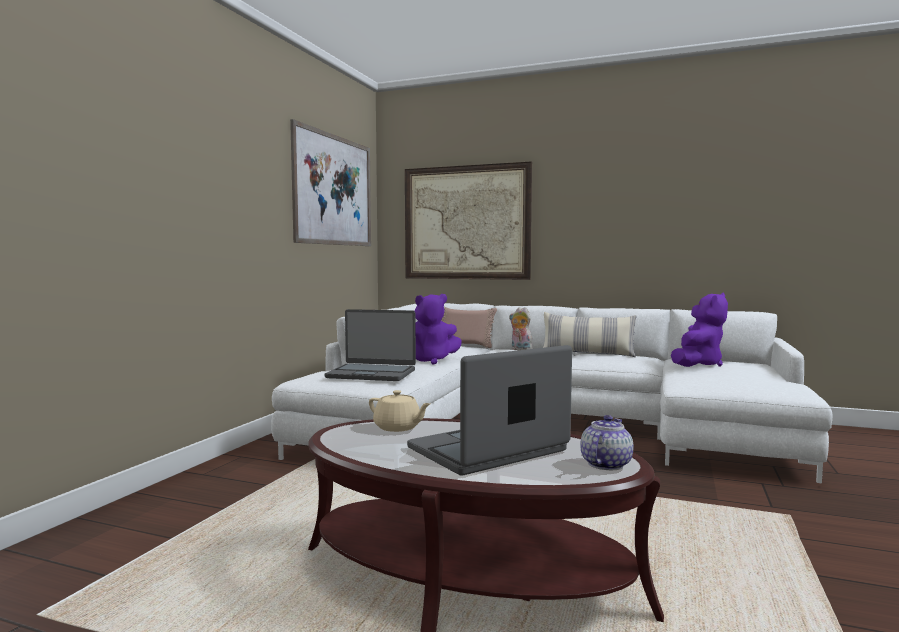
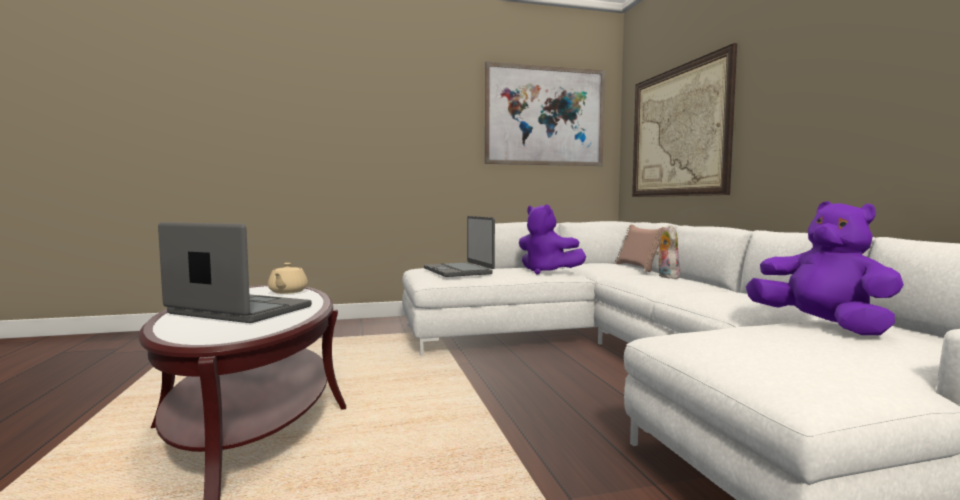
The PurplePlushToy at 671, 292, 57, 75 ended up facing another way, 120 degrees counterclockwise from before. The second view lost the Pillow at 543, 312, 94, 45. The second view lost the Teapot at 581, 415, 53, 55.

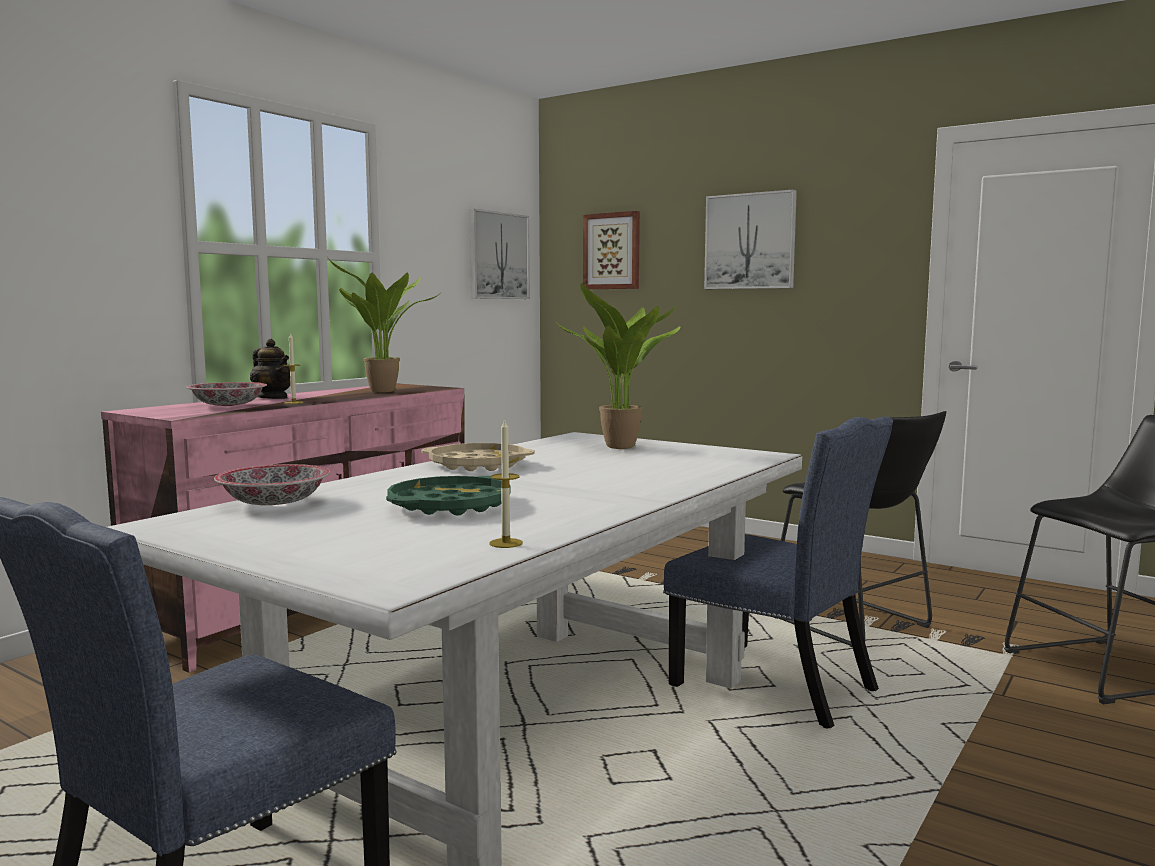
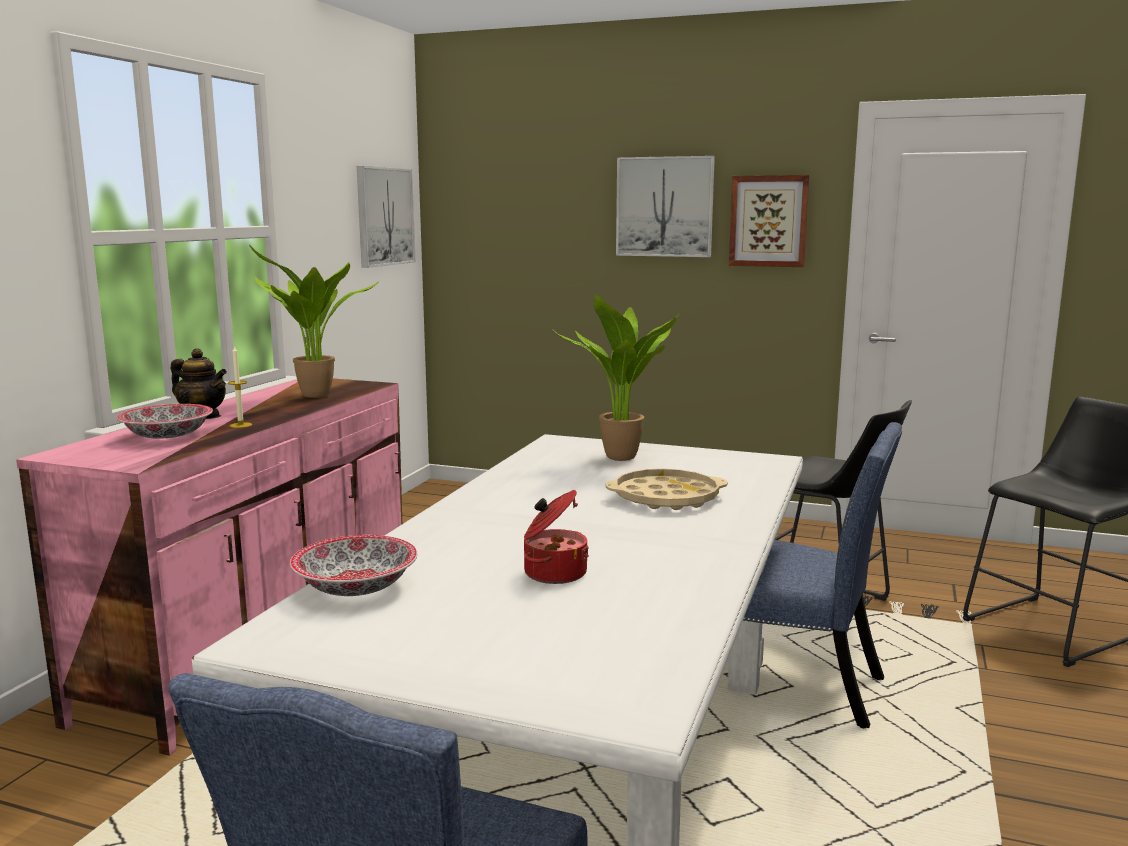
The Picture ended up elsewhere, having gone from 583, 211, 57, 78 to 729, 175, 81, 92. The second view lost the Candle at 489, 418, 34, 130. The BeigeTray ended up elsewhere, having gone from 421, 443, 114, 28 to 606, 469, 122, 41. Where the GreenTray stood at 386, 476, 115, 39, the CookingPot came to stand at 524, 490, 65, 94.

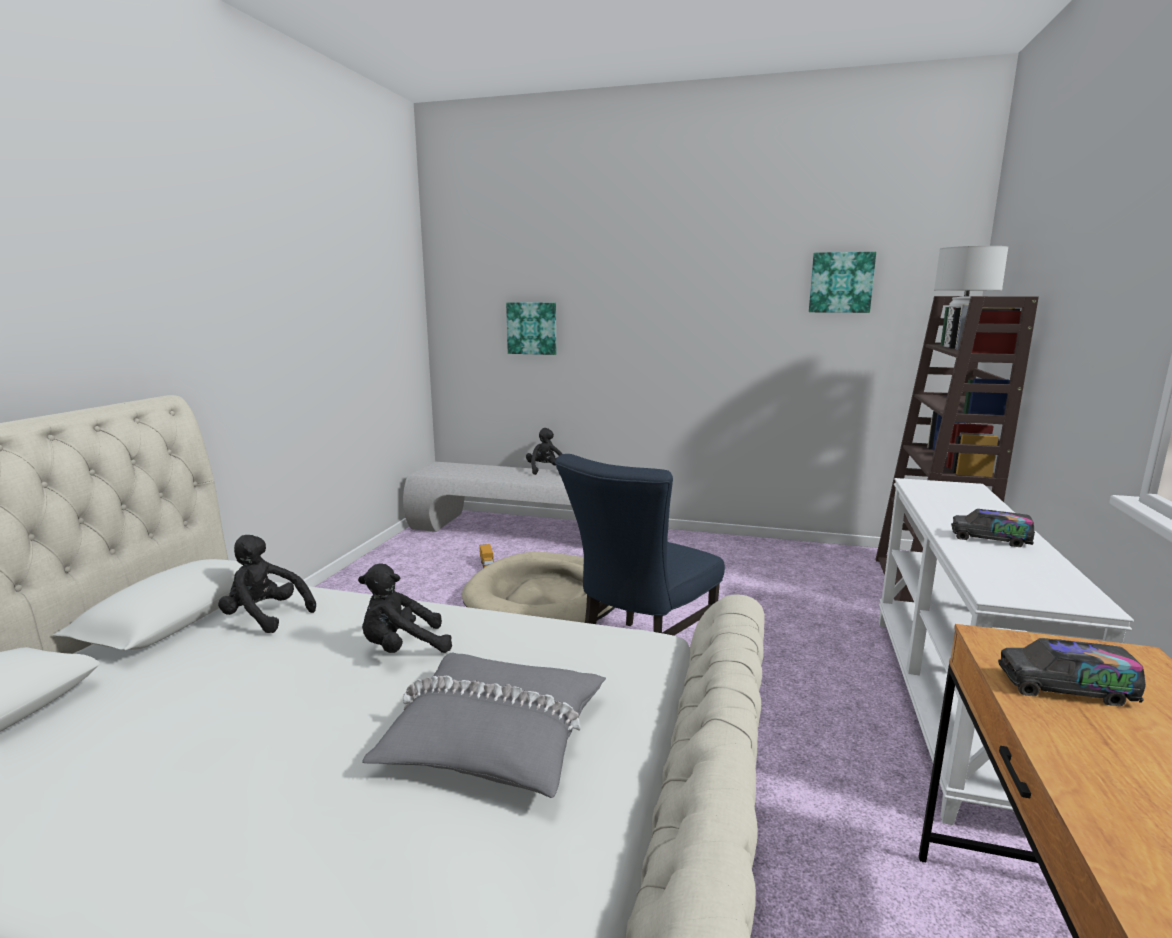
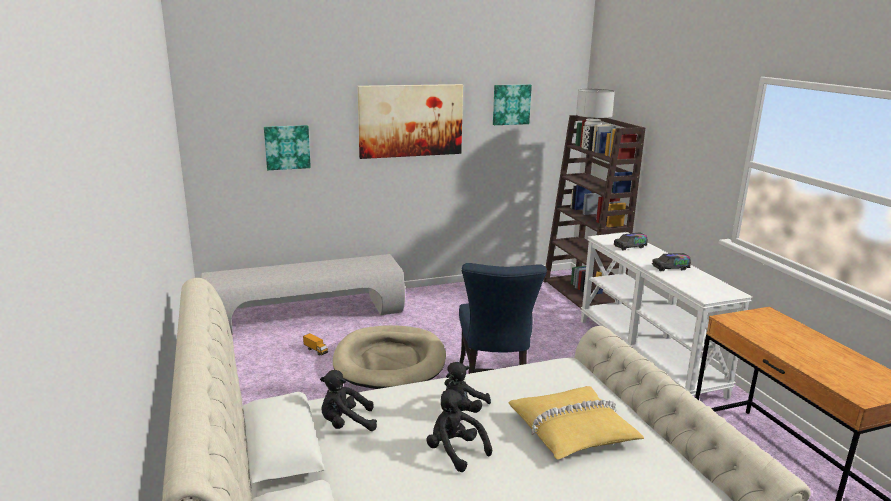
The BlackPlushToy ended up elsewhere, having gone from 526, 428, 36, 47 to 426, 389, 66, 83. The ToyTruck ended up elsewhere, having gone from 998, 638, 148, 68 to 613, 232, 35, 18. What was the GreyPillow at 362, 653, 244, 145 turned into the YellowPillow at 509, 386, 135, 74. The second view gained the Picture at 357, 84, 106, 75.

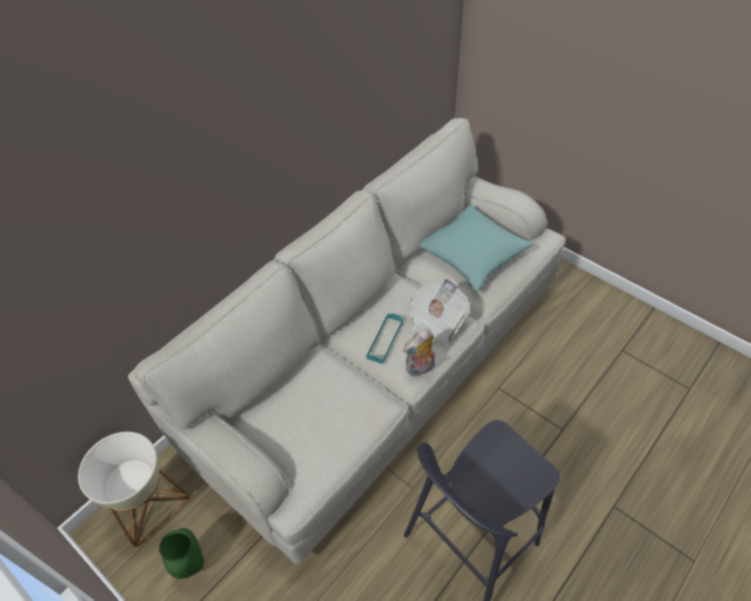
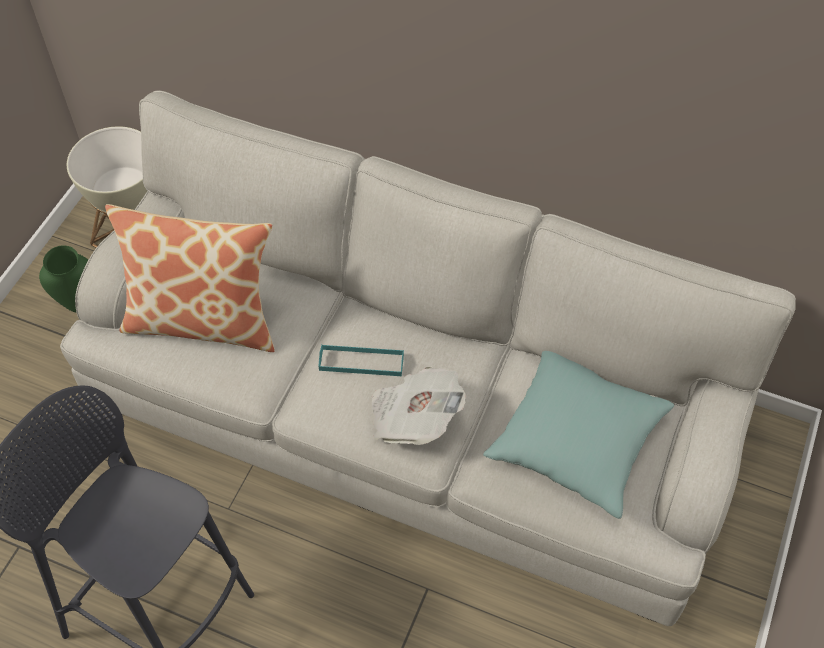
The second view lost the PlushToy at 403, 329, 32, 48. The second view gained the Pillow at 105, 204, 170, 148.

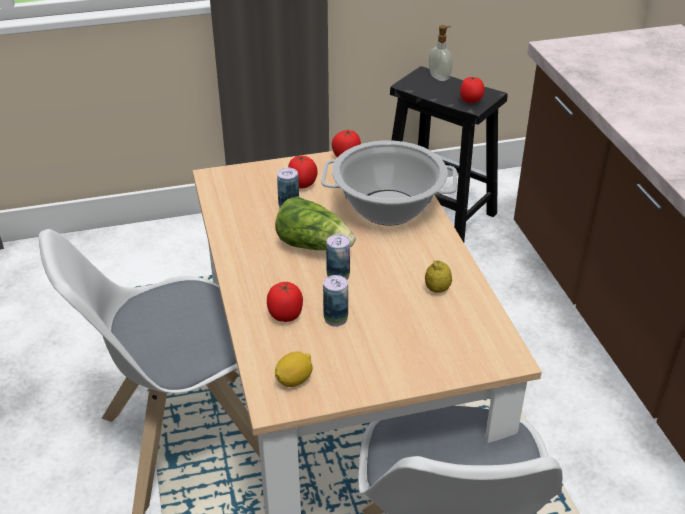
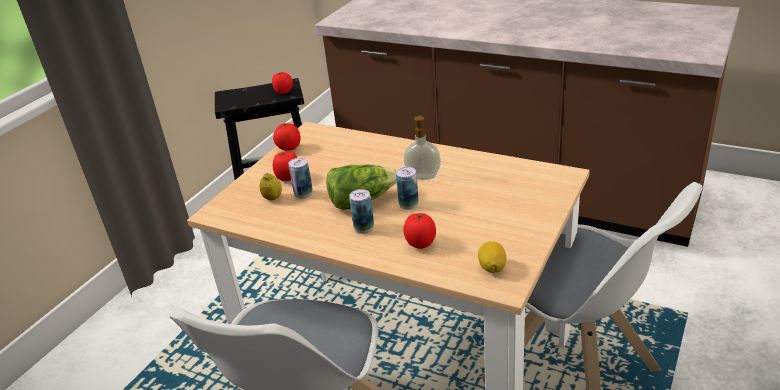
The SoapDispenser ended up elsewhere, having gone from 429, 25, 24, 56 to 404, 115, 37, 65. The second view lost the CookingPot at 321, 141, 136, 84. The Lemon ended up elsewhere, having gone from 425, 260, 27, 33 to 260, 173, 22, 27. The Can ended up elsewhere, having gone from 323, 275, 25, 52 to 349, 189, 25, 45.

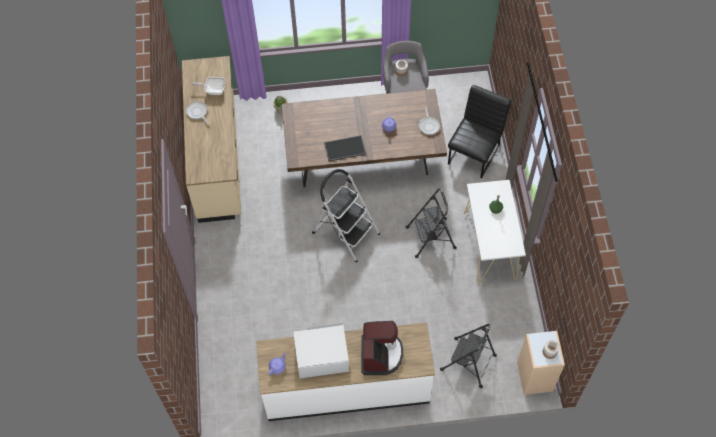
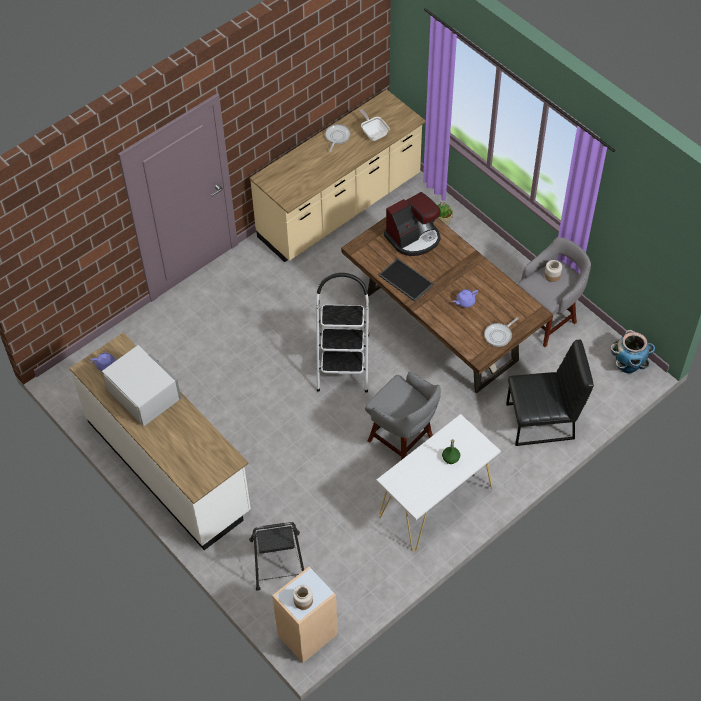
Where the BlackStepLadder stood at 406, 188, 51, 70, the GreyStool came to stand at 365, 372, 76, 88. The CoffeeMachine ended up elsewhere, having gone from 361, 321, 42, 54 to 384, 192, 56, 64. The second view gained the Planter at 611, 330, 44, 43.

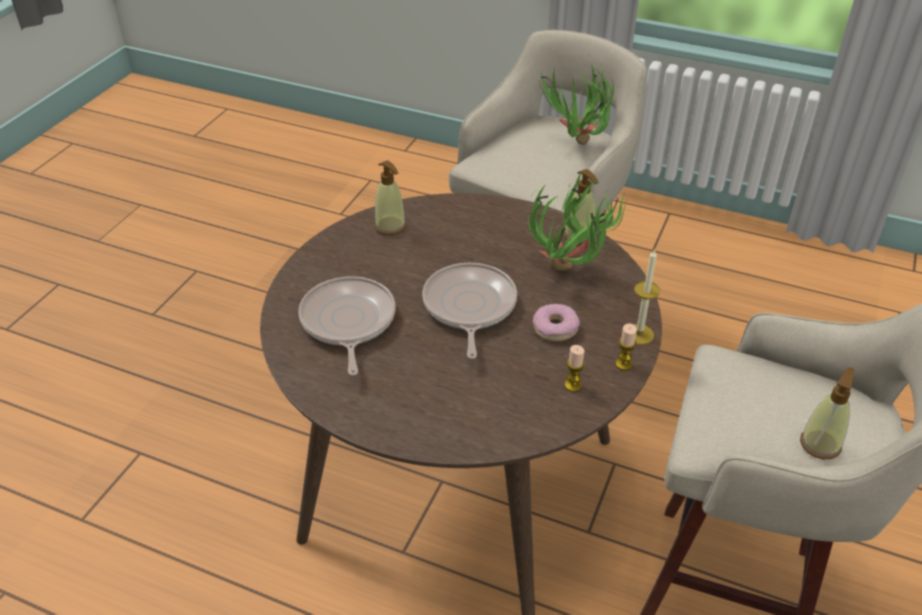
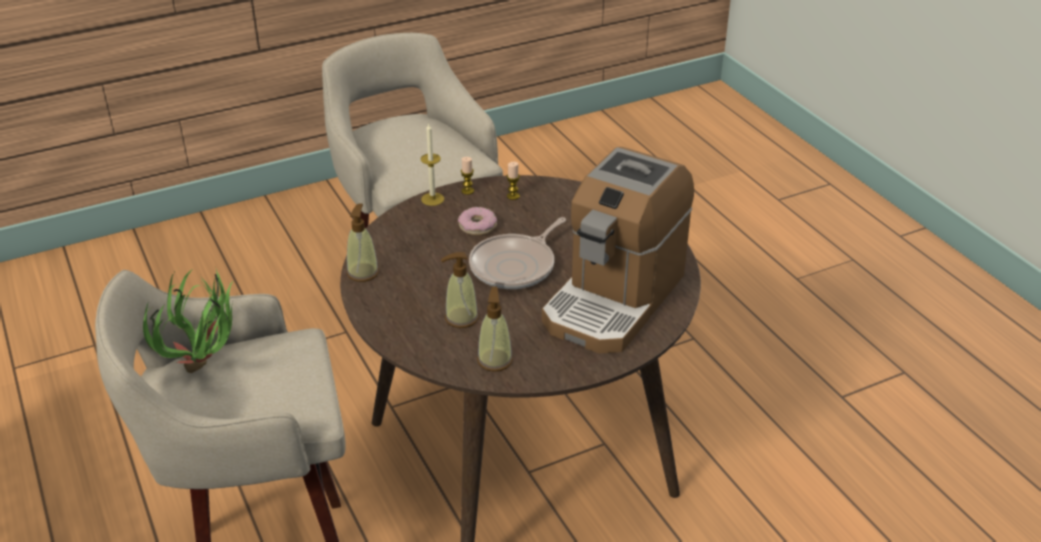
The second view lost the PottedPlant at 528, 171, 99, 100. Where the FryingPan stood at 298, 276, 97, 100, the CoffeeMachine came to stand at 542, 147, 152, 207. The SoapDispenser ended up elsewhere, having gone from 800, 367, 54, 92 to 441, 252, 38, 76.

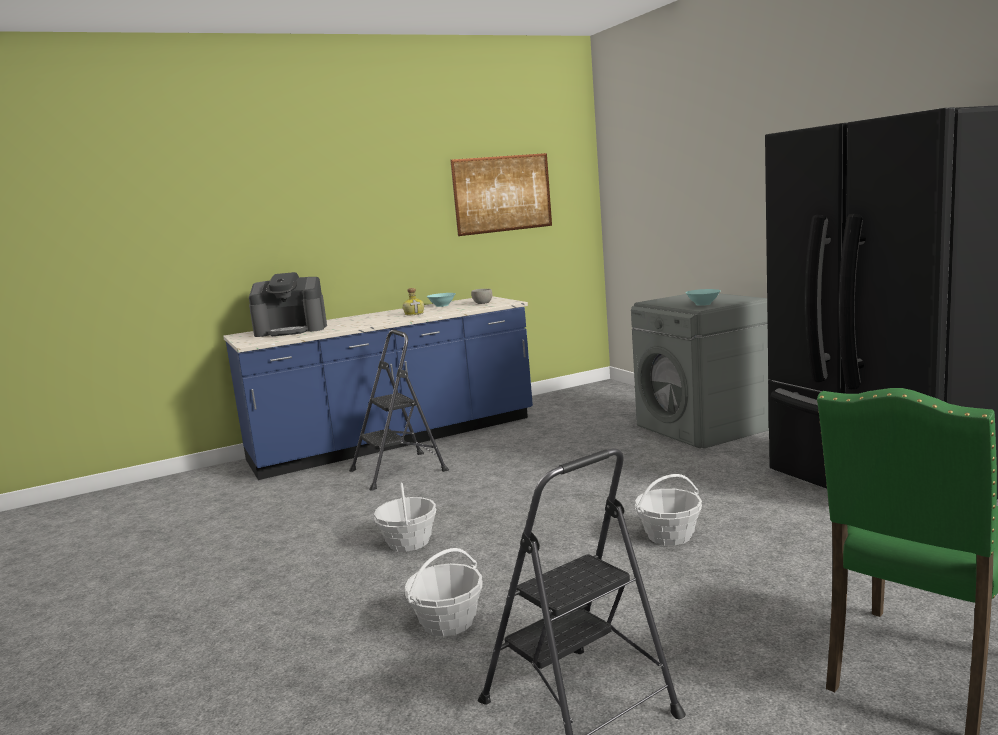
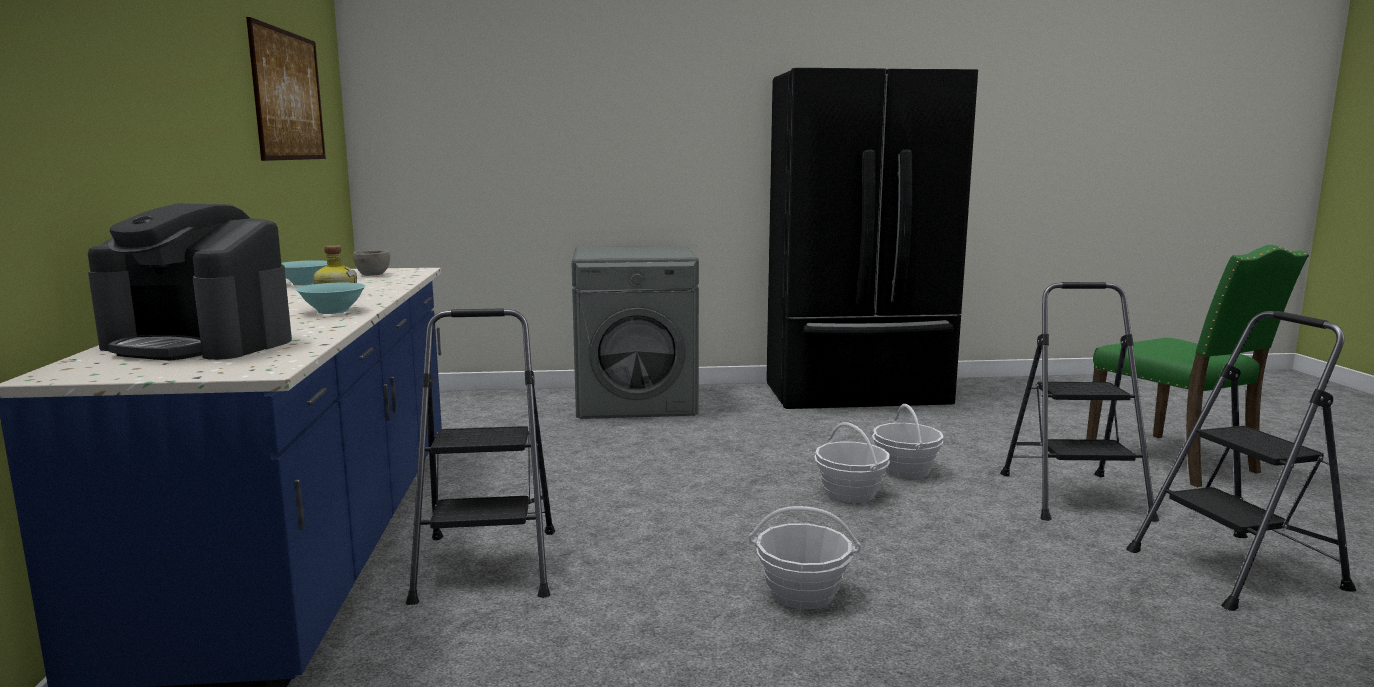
The CoffeeMachine at 249, 272, 78, 65 ended up facing another way, 90 degrees clockwise from before. The TurquoiseBowl ended up elsewhere, having gone from 685, 289, 36, 17 to 296, 283, 70, 31. The Basket ended up elsewhere, having gone from 405, 548, 78, 88 to 814, 422, 76, 81. The second view gained the BlackStepLadder at 1000, 282, 159, 240.

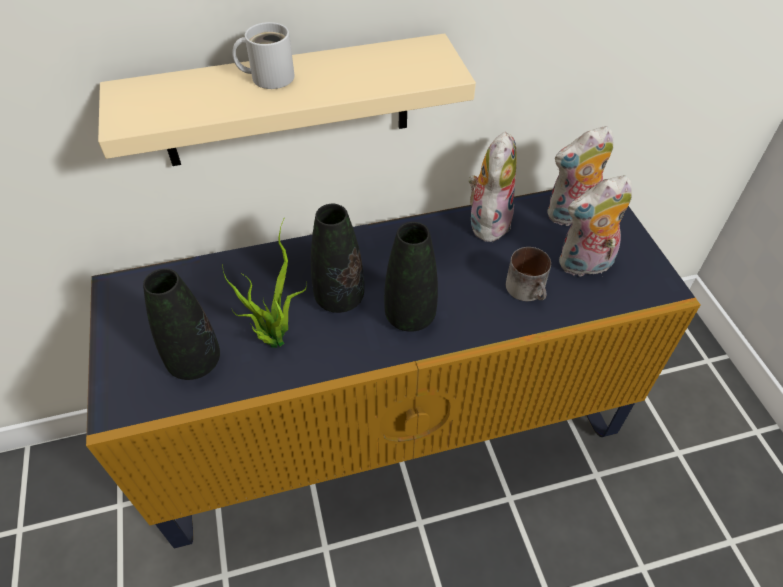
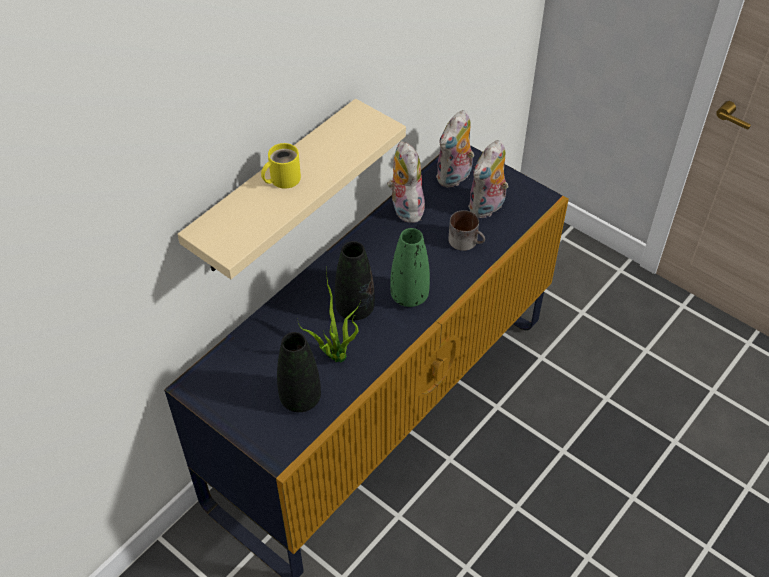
What was the WhiteMug at 232, 22, 63, 67 turned into the YellowMug at 261, 143, 40, 46. What was the BlackVase at 384, 222, 54, 110 turned into the GreenVase at 390, 228, 40, 79.

